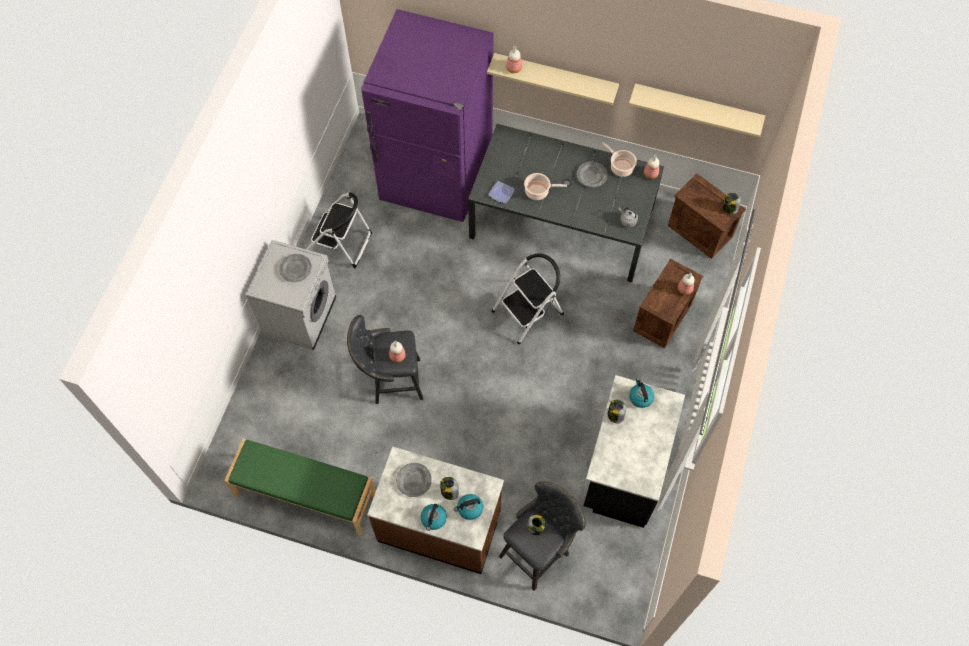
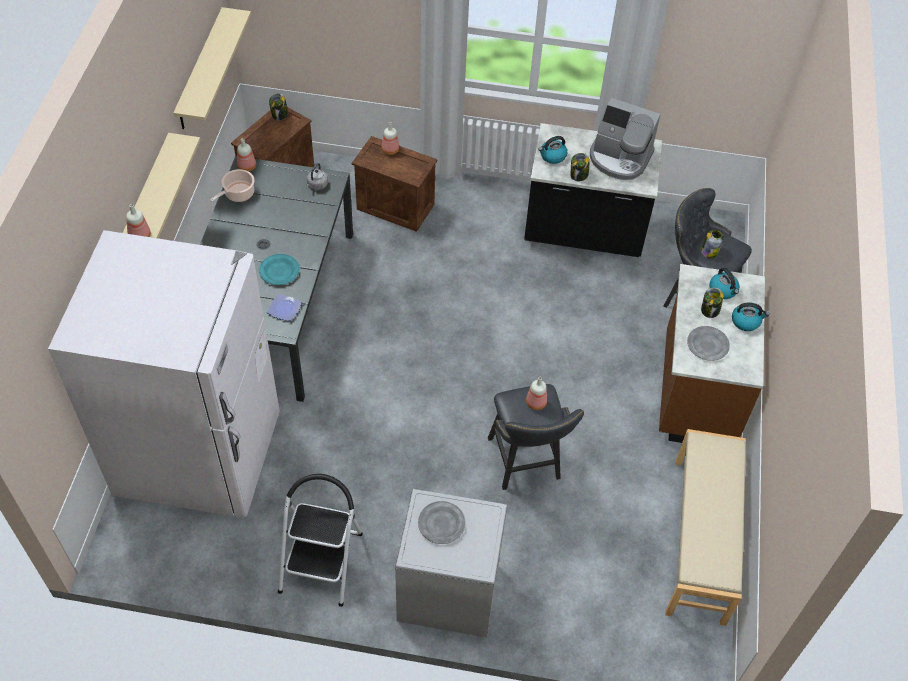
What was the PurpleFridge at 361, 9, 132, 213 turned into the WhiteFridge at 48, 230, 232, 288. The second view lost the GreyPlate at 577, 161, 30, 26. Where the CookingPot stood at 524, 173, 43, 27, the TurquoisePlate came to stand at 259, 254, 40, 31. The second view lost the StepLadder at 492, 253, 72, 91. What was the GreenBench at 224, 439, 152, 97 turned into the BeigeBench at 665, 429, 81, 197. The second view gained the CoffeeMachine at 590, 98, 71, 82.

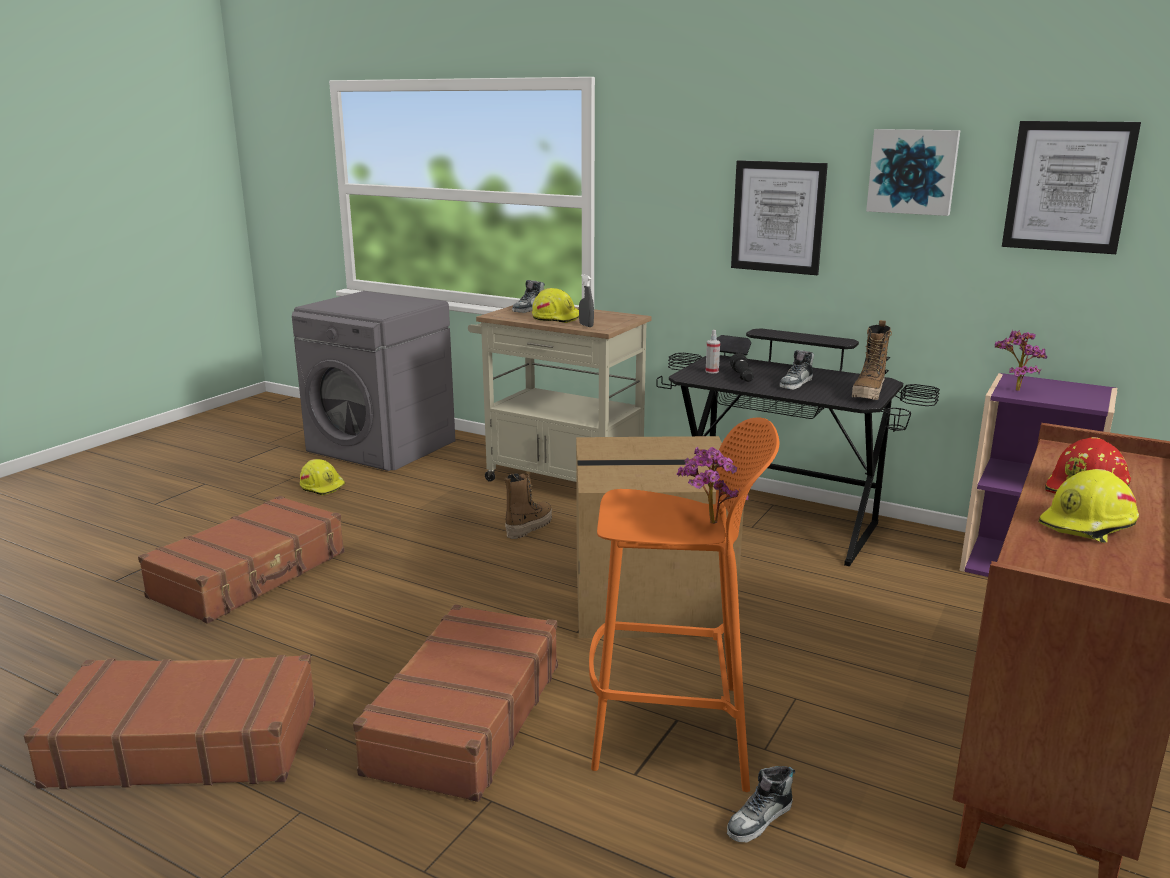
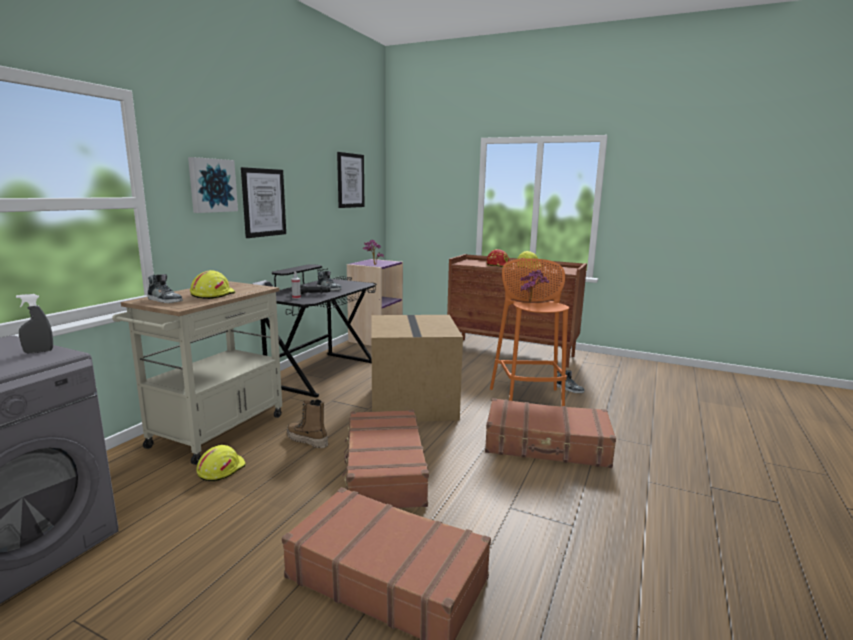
The Picture ended up elsewhere, having gone from 866, 129, 95, 87 to 188, 157, 50, 56. The GreySprayBottle ended up elsewhere, having gone from 579, 274, 15, 53 to 16, 294, 37, 59. The second view lost the Boot at 852, 320, 40, 80. The YellowHardHat ended up elsewhere, having gone from 300, 459, 45, 36 to 196, 445, 50, 36. The BrownSuitcase ended up elsewhere, having gone from 24, 655, 292, 134 to 342, 410, 87, 98.

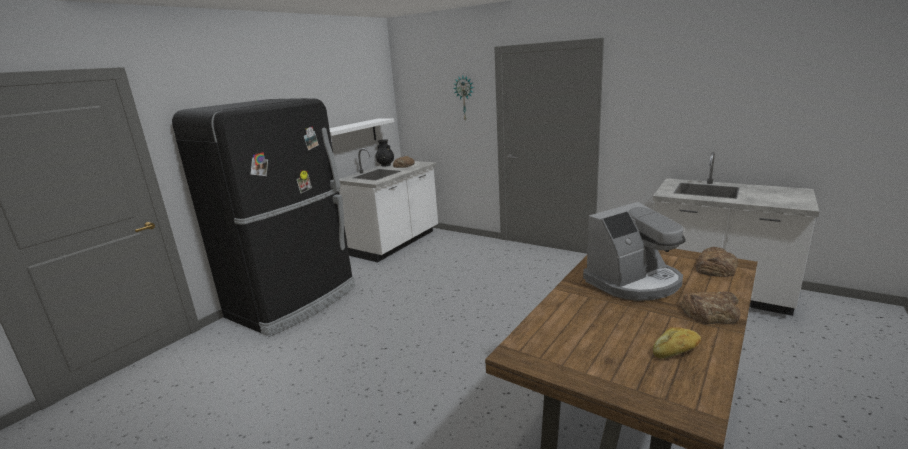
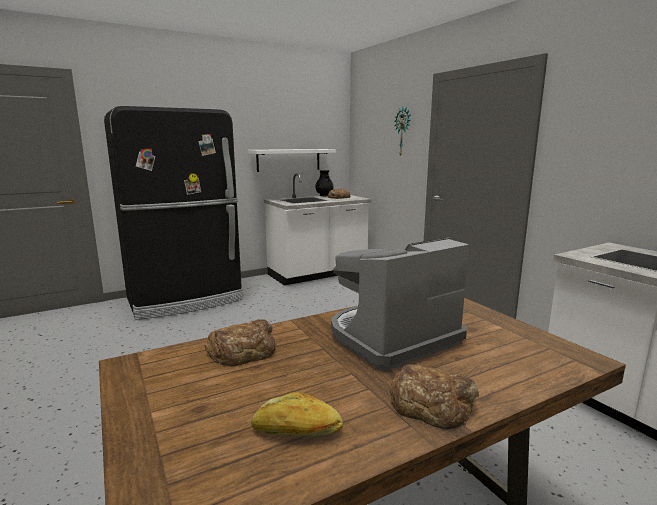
The CoffeeMachine at 583, 202, 102, 99 ended up facing another way, 150 degrees clockwise from before. The Bread ended up elsewhere, having gone from 695, 247, 43, 30 to 205, 319, 71, 47.

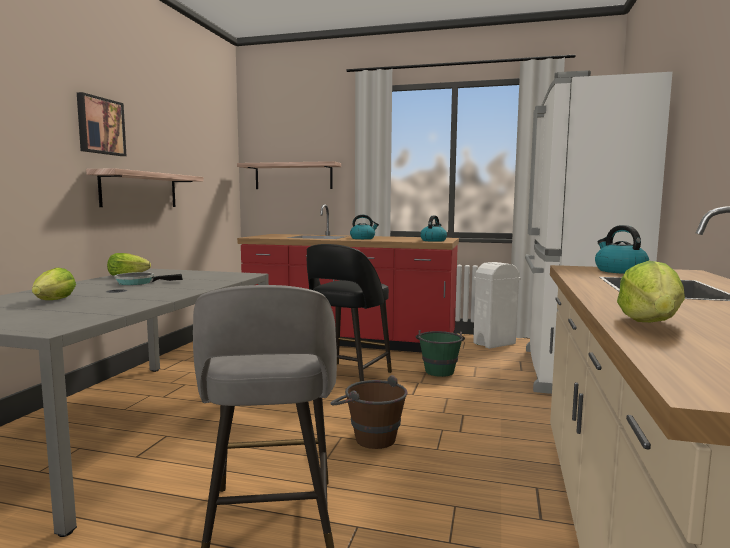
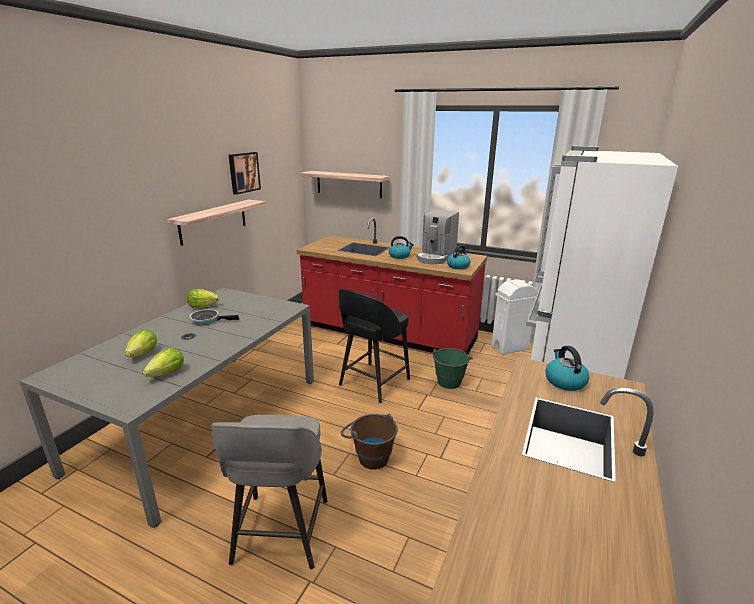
The Picture ended up elsewhere, having gone from 77, 92, 50, 64 to 229, 152, 32, 43. The Lettuce ended up elsewhere, having gone from 617, 261, 68, 61 to 142, 348, 42, 29. The second view gained the CoffeeMachine at 417, 209, 42, 55.

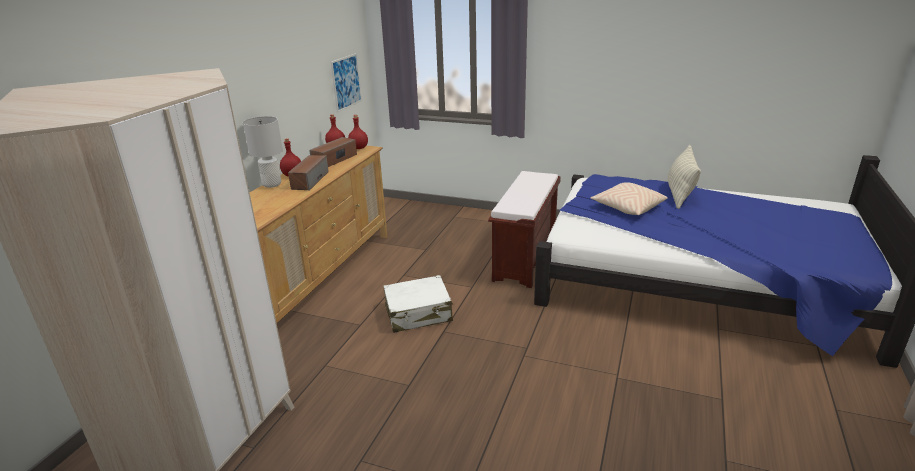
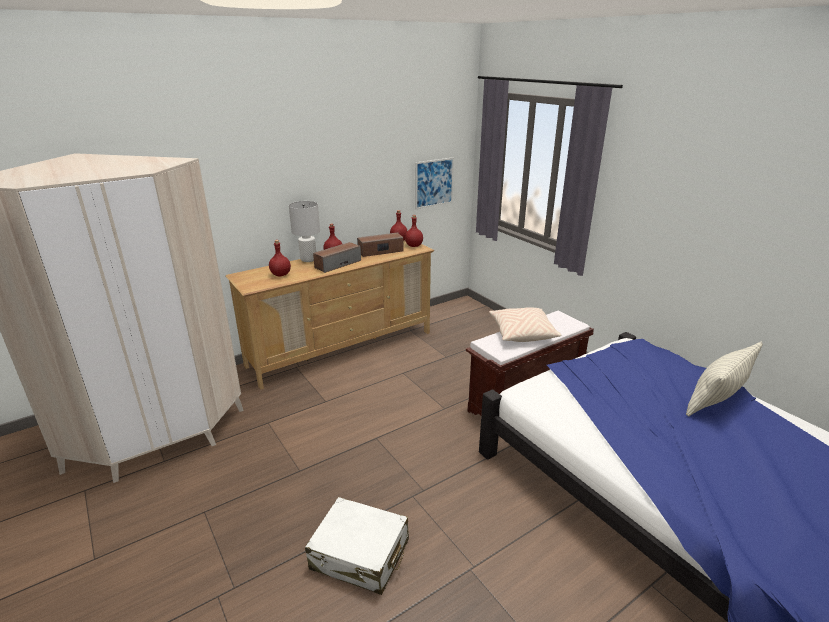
The BeigePillow ended up elsewhere, having gone from 591, 182, 77, 33 to 489, 307, 72, 35. The WhiteSuitcase ended up elsewhere, having gone from 383, 275, 70, 58 to 305, 497, 104, 98. The second view gained the RedBottle at 269, 240, 22, 36.

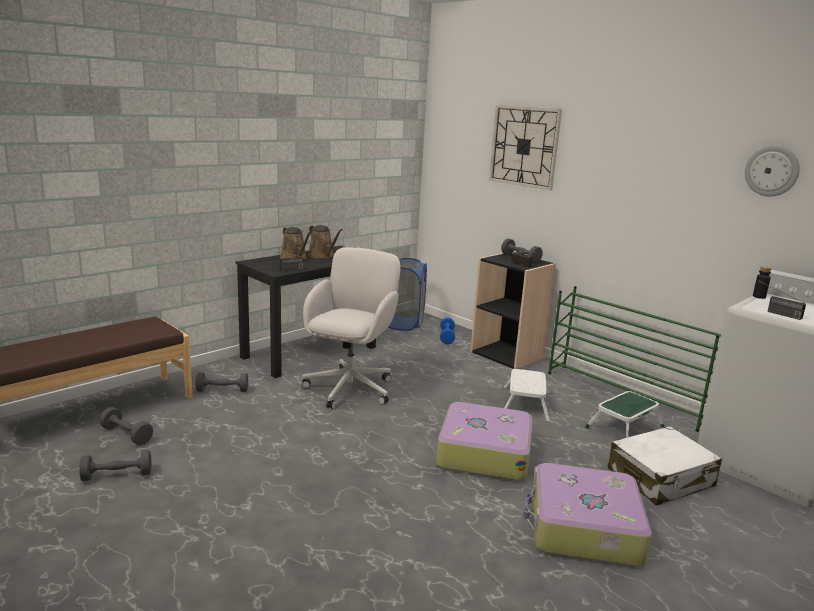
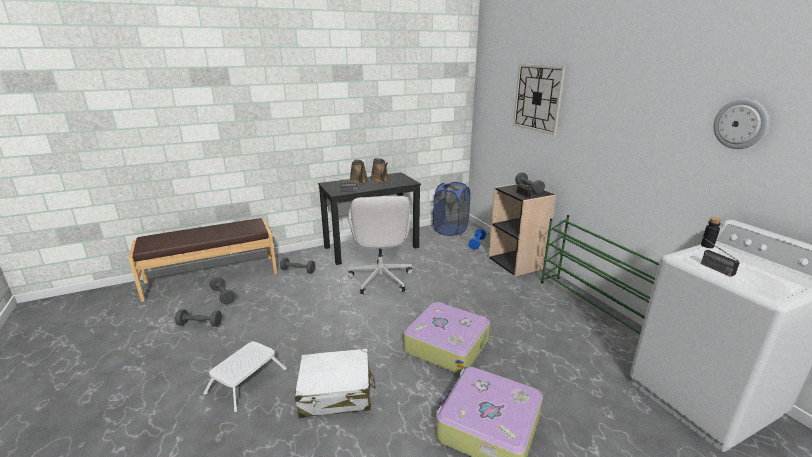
The WhiteOfficeChair at 302, 247, 99, 162 ended up facing another way, 135 degrees clockwise from before. The WhiteStepLadder ended up elsewhere, having gone from 504, 369, 46, 52 to 203, 341, 84, 71. The second view lost the GreenStepLadder at 585, 391, 80, 47. The WhiteSuitcase ended up elsewhere, having gone from 607, 426, 115, 79 to 295, 348, 81, 70.

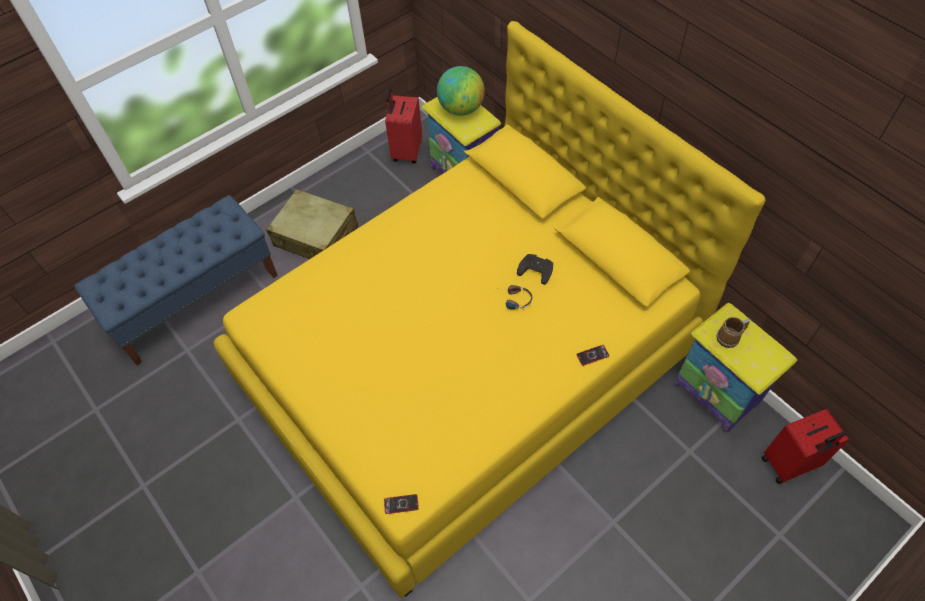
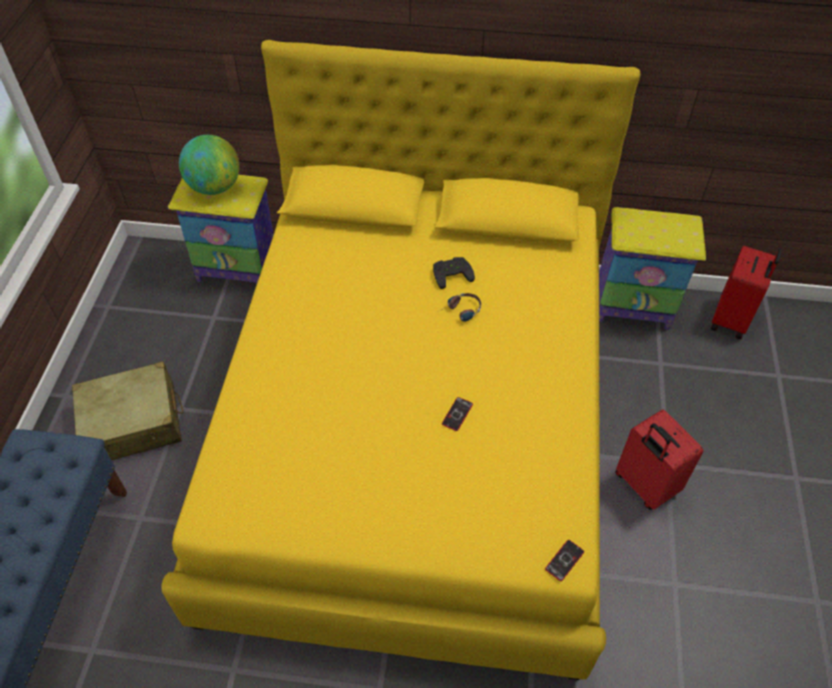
The RedSuitcase ended up elsewhere, having gone from 385, 89, 37, 74 to 615, 409, 89, 101. The second view lost the Mug at 716, 317, 34, 31. The Phone ended up elsewhere, having gone from 577, 345, 32, 21 to 442, 397, 31, 34.

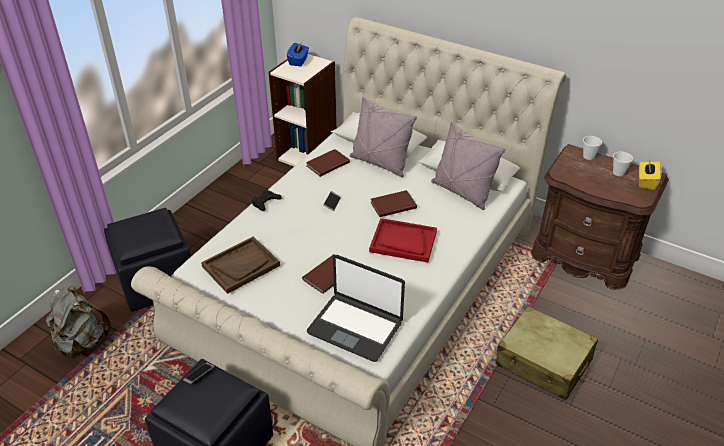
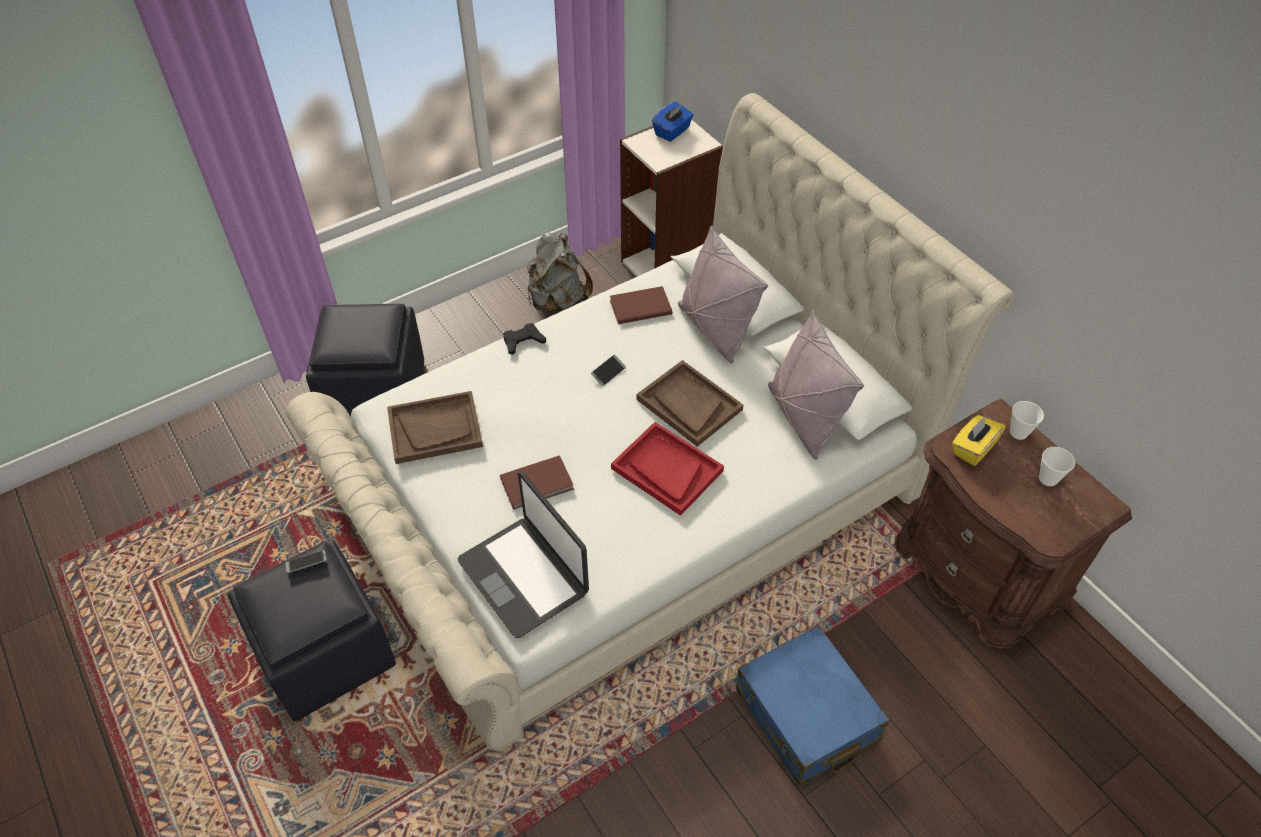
The YellowTissueBox ended up elsewhere, having gone from 639, 161, 23, 29 to 952, 415, 54, 51. Where the BrownBook stood at 370, 190, 47, 27, the BrownTray came to stand at 636, 360, 107, 87. The GreyBackpack ended up elsewhere, having gone from 46, 286, 65, 70 to 527, 232, 66, 80. What was the BeigeSuitcase at 496, 306, 102, 95 turned into the BlueSuitcase at 736, 626, 153, 160.

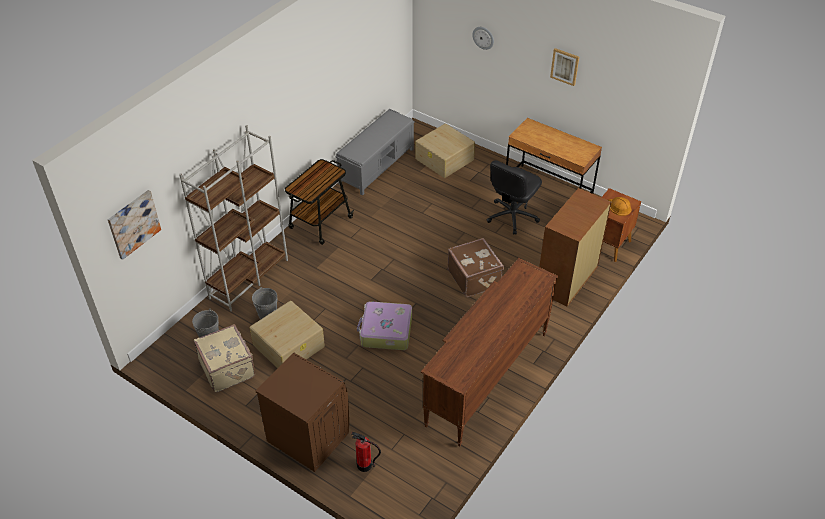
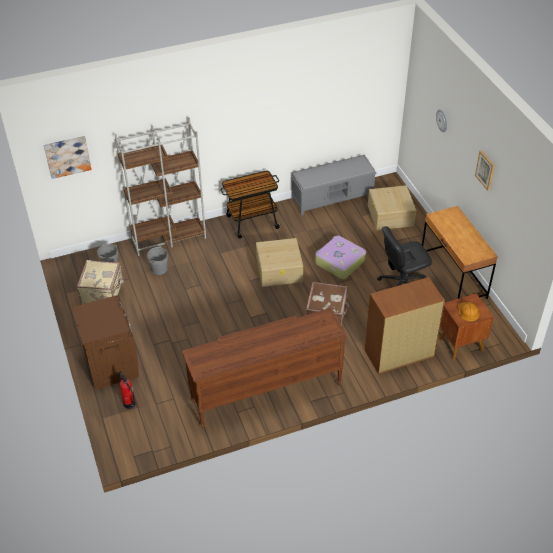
The BeigeStorageBox ended up elsewhere, having gone from 250, 301, 75, 67 to 256, 238, 47, 49. The Suitcase ended up elsewhere, having gone from 357, 301, 55, 49 to 315, 235, 51, 44.

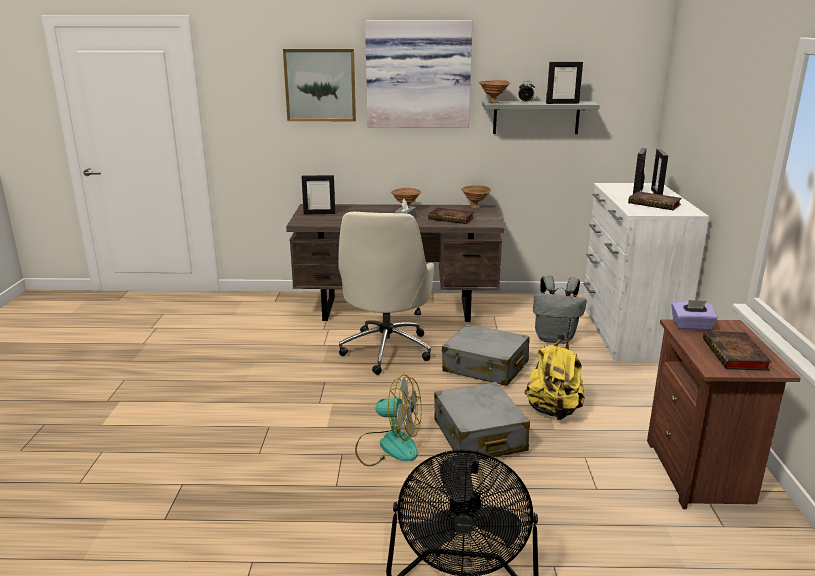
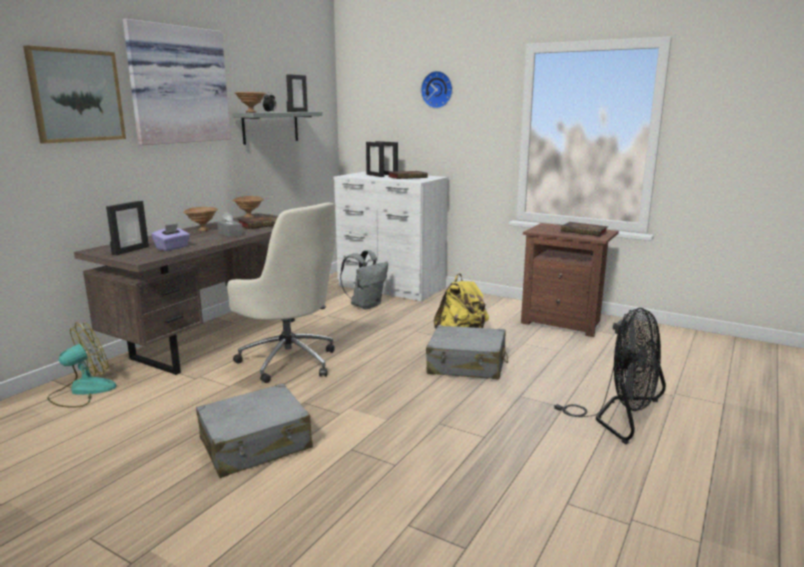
The PurpleTissueBox ended up elsewhere, having gone from 672, 300, 46, 30 to 151, 224, 39, 27. The GreySuitcase ended up elsewhere, having gone from 442, 324, 88, 62 to 196, 383, 117, 95. The Fan ended up elsewhere, having gone from 355, 374, 67, 92 to 47, 322, 70, 86. The second view gained the WallClock at 421, 71, 32, 38.

